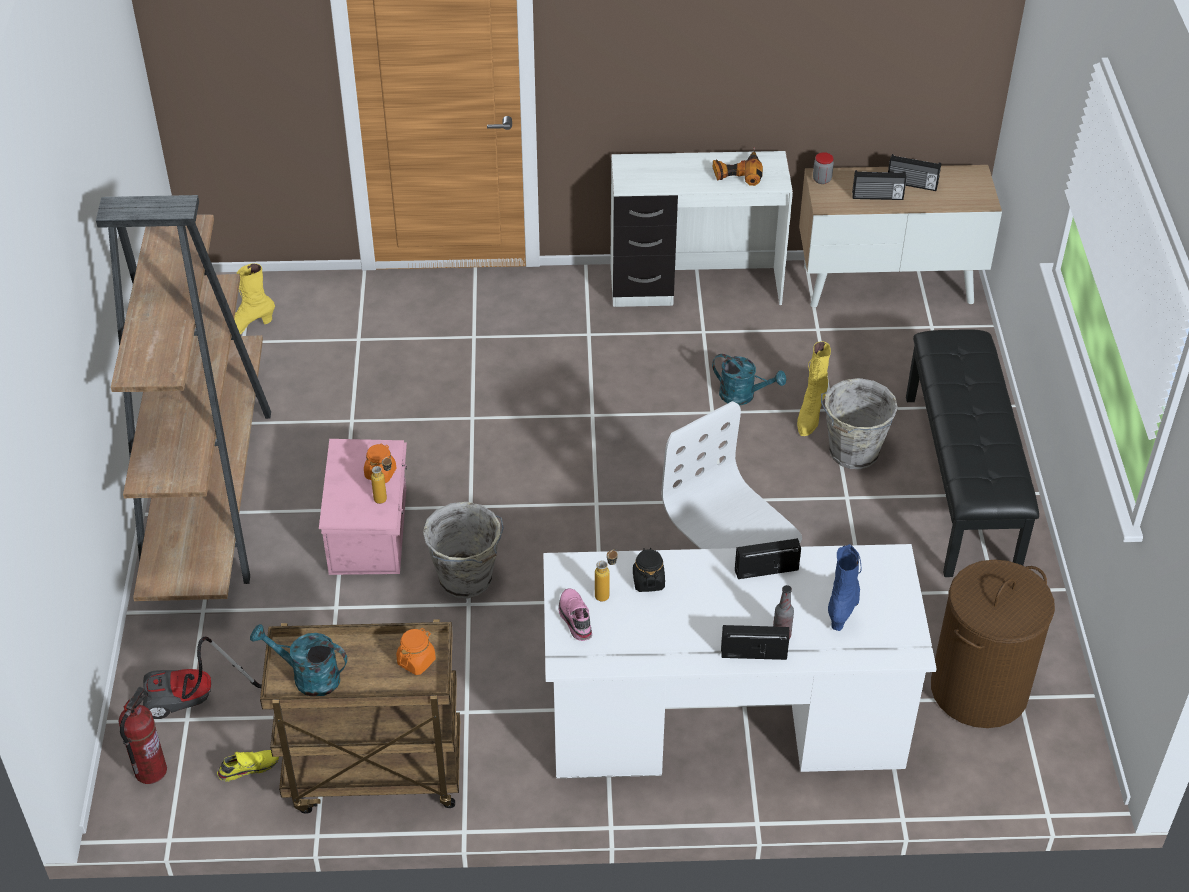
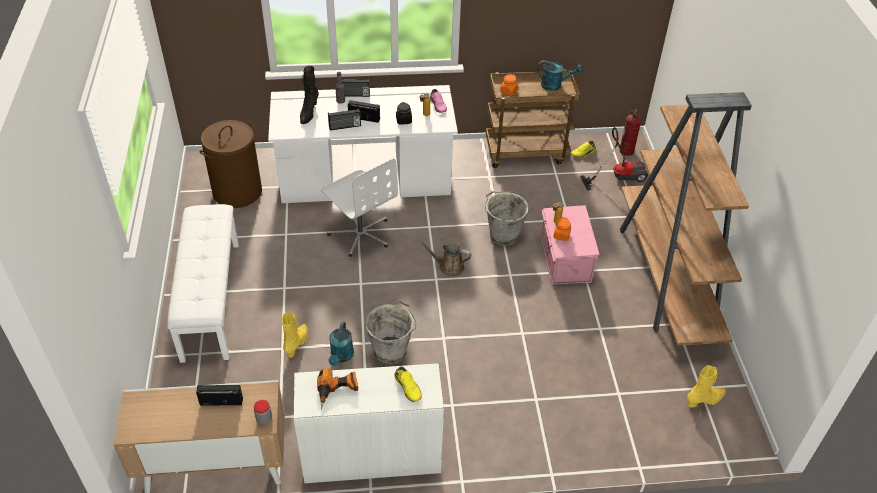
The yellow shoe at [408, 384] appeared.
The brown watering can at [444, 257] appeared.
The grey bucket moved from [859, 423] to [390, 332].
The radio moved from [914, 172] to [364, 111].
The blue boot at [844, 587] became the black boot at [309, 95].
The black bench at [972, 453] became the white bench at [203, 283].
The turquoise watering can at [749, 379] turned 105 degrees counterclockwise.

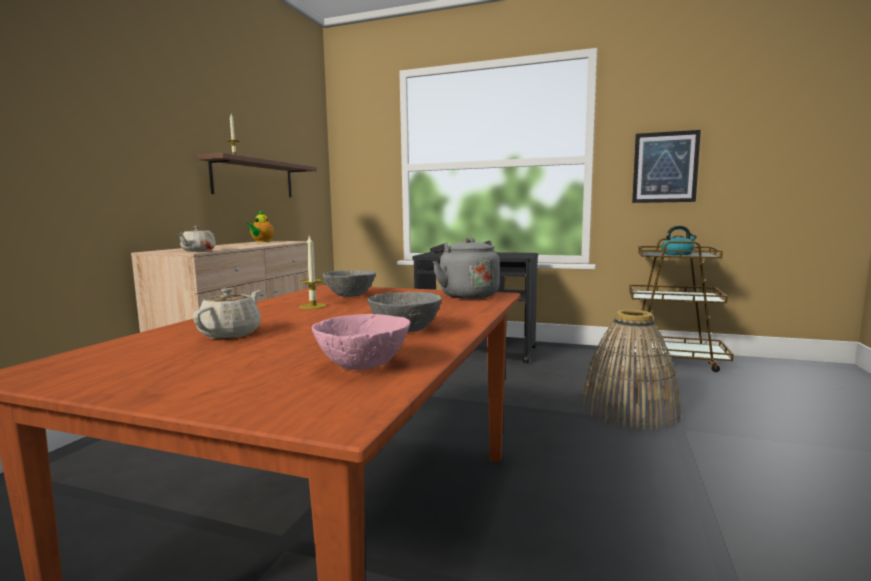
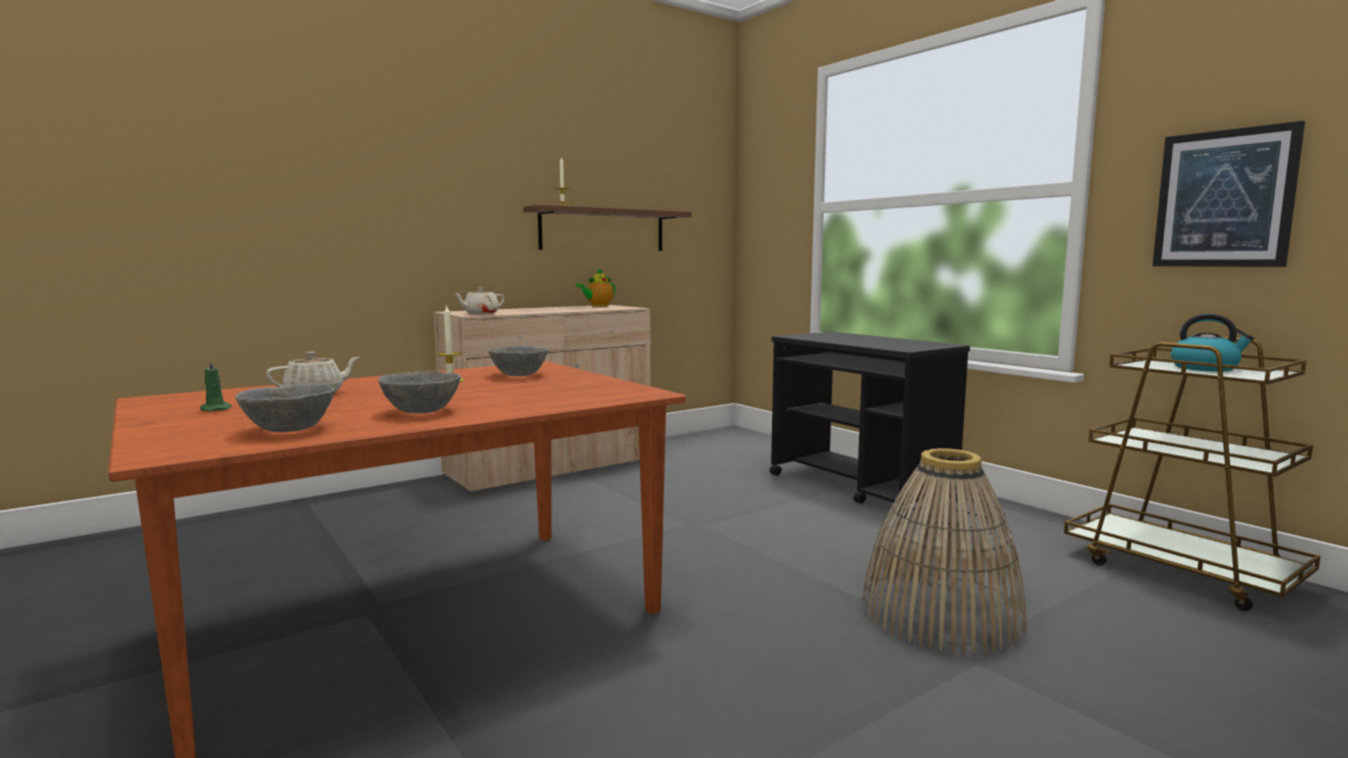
The grey kettle at [465, 268] disappeared.
The green candle at [216, 385] appeared.
The pink bowl at [361, 342] became the grey bowl at [285, 408].

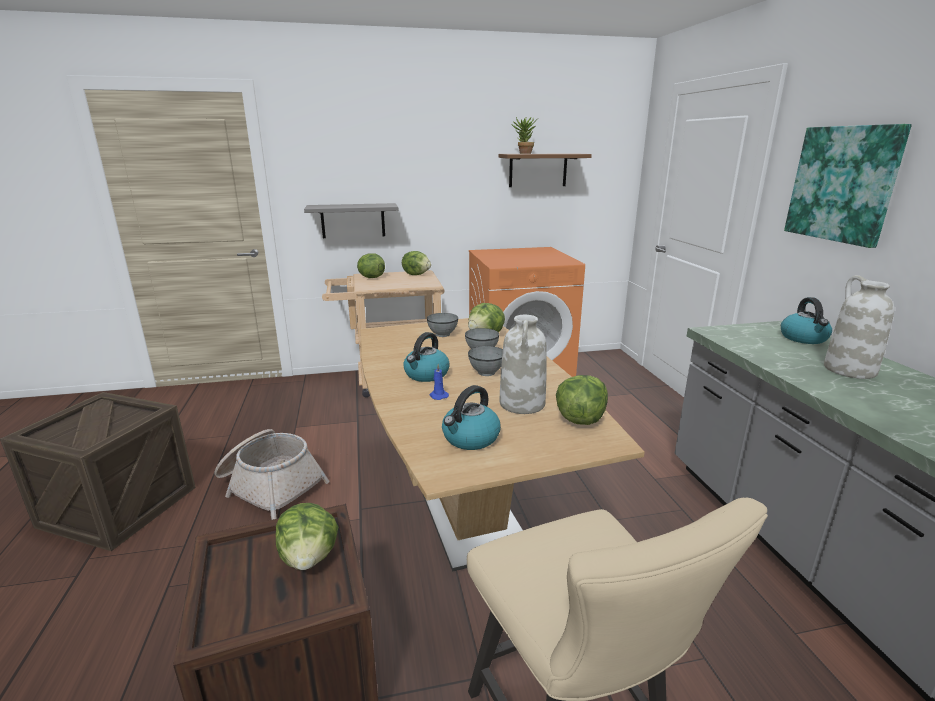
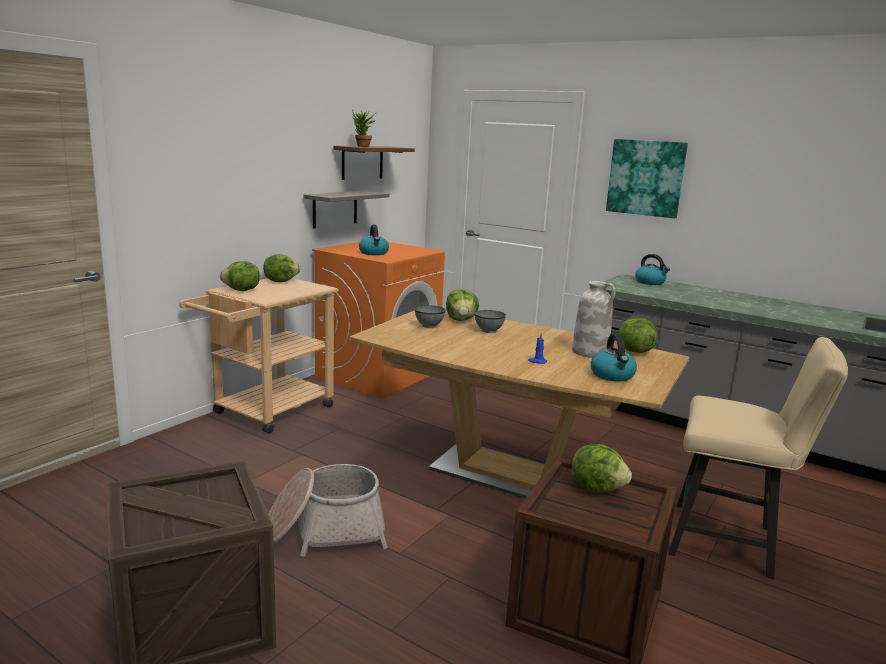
The grey bowl at [485, 361] disappeared.
The white vase at [859, 327] disappeared.
The grey shelf moved from [351, 220] to [346, 209].
The kettle moved from [426, 357] to [374, 240].

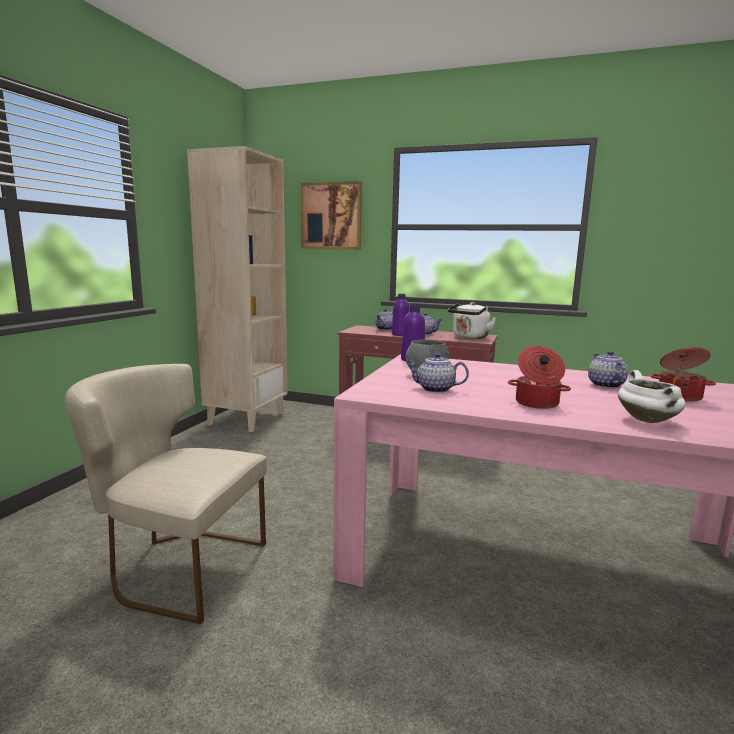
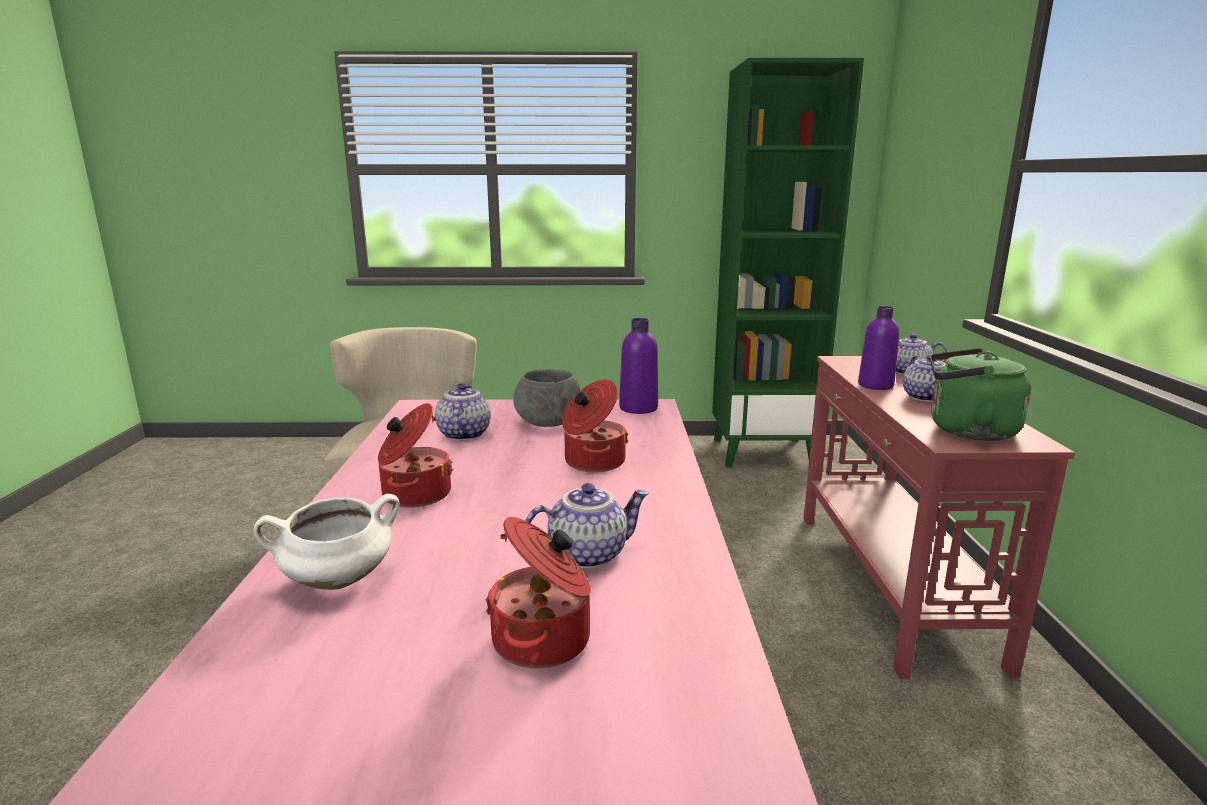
The picture at [331, 215] disappeared.
The cooking pot at [595, 426] appeared.
The beige bookcase at [237, 289] became the green bookcase at [788, 262].
The white kettle at [472, 320] became the green kettle at [980, 394].

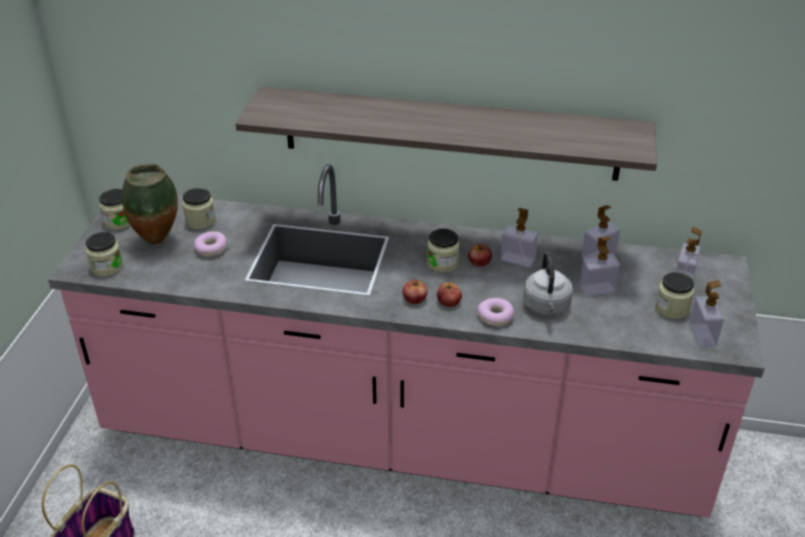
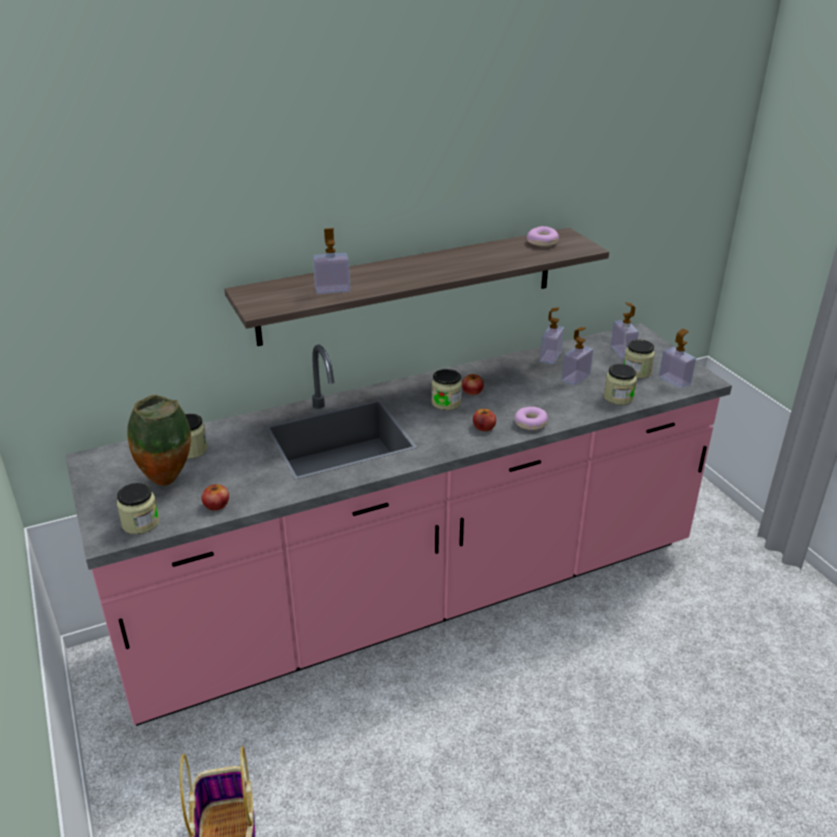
The grey kettle at [548, 284] disappeared.
The jar moved from [115, 209] to [620, 384].
The donut moved from [210, 244] to [543, 236].
The apple moved from [415, 292] to [215, 497].
The soap dispenser moved from [519, 238] to [331, 261].

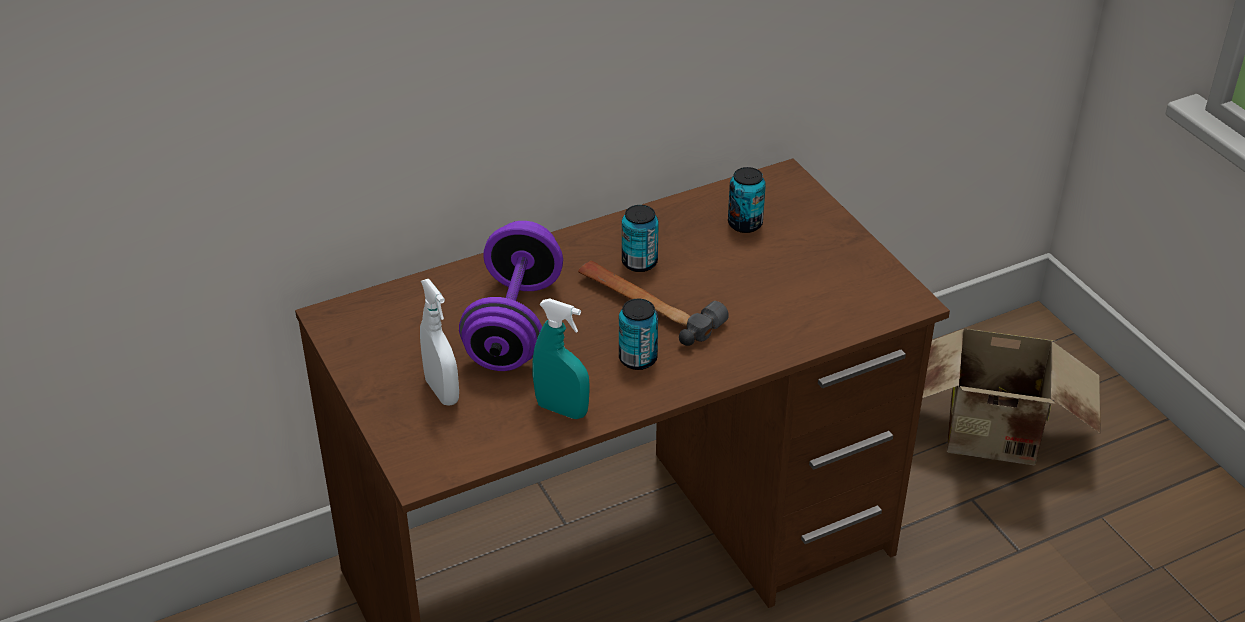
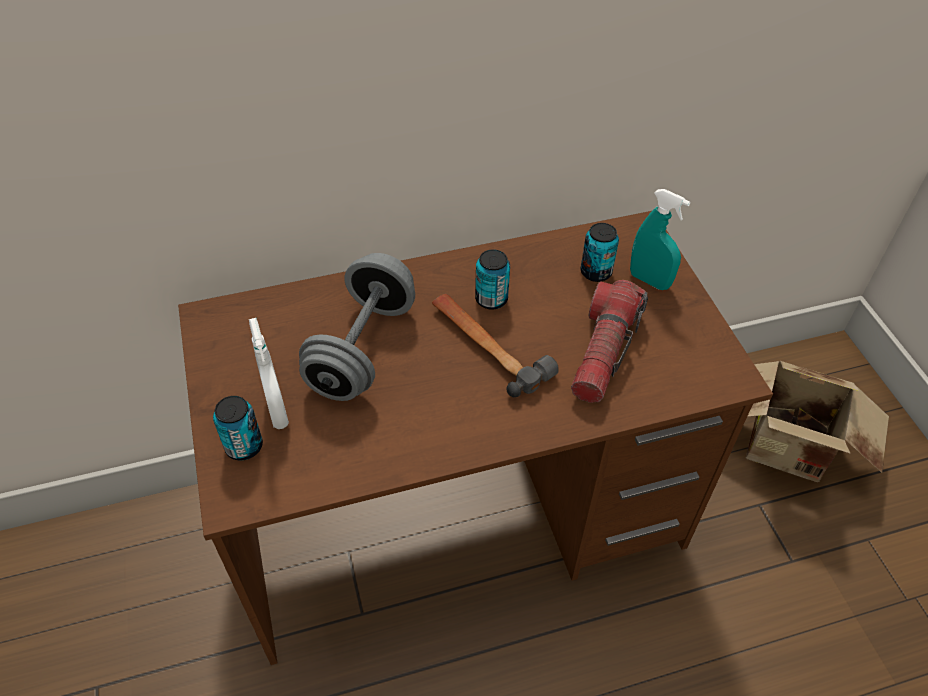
The flashlight at [609, 341] appeared.
The turquoise spray bottle moved from [561, 359] to [660, 239].
The can moved from [638, 334] to [238, 428].
The purple dumbbell at [511, 296] became the grey dumbbell at [357, 327].

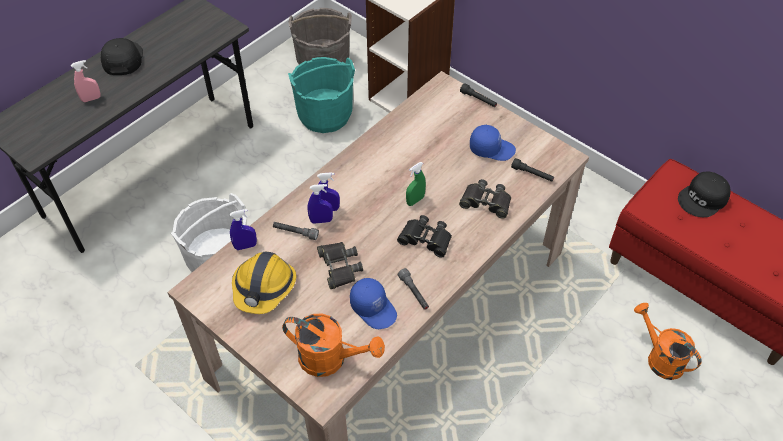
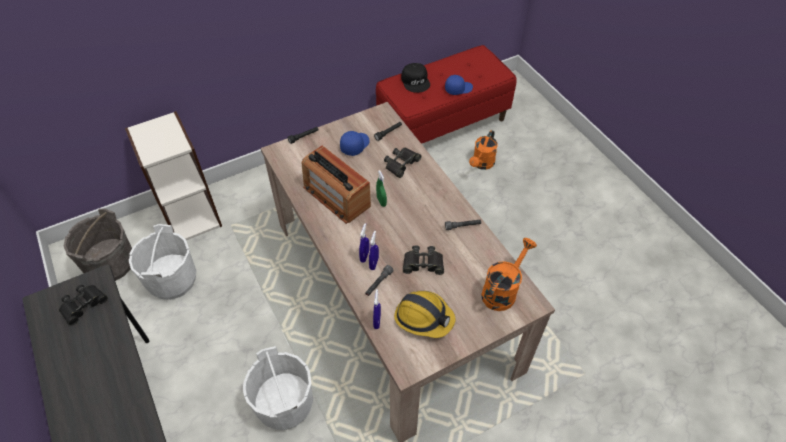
The pink spray bottle at [86, 81] disappeared.
The black cap at [122, 56] disappeared.
The radio at [336, 184] appeared.
The blue cap moved from [373, 303] to [459, 85].
The black binoculars moved from [424, 236] to [83, 305].
The turquoise bucket at [321, 95] became the white bucket at [162, 262].
The orange watering can at [668, 341] turned 45 degrees counterclockwise.

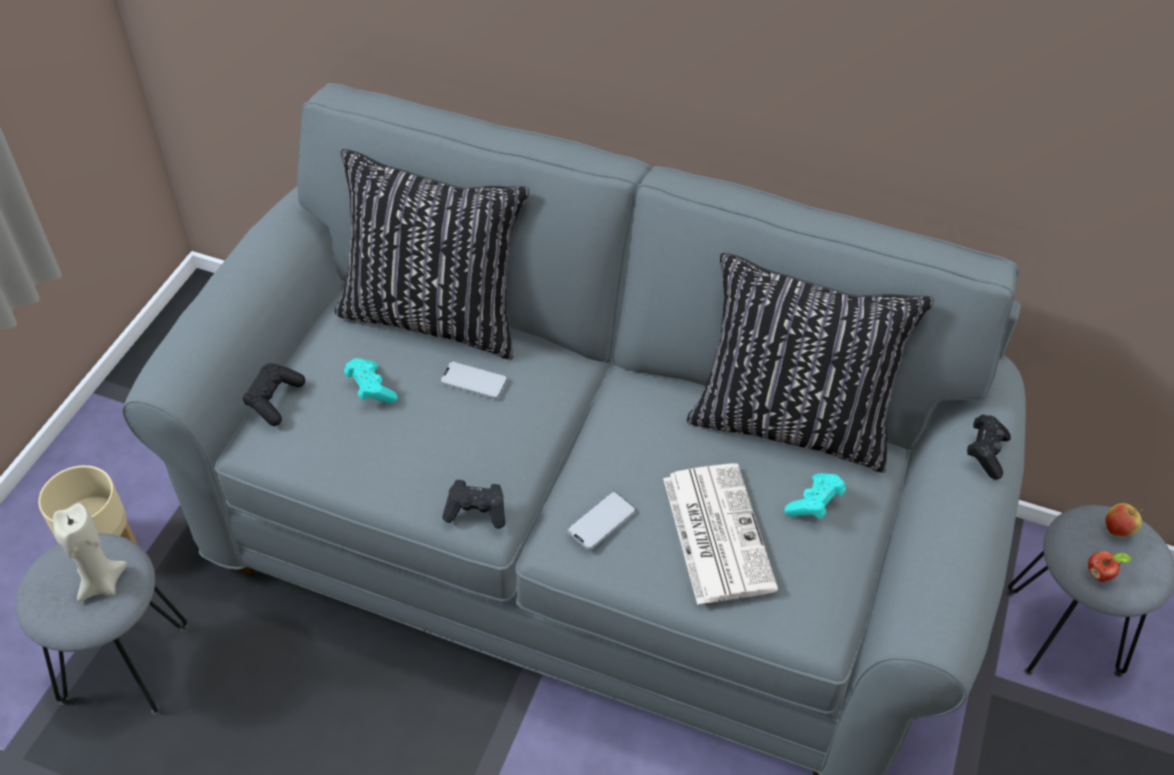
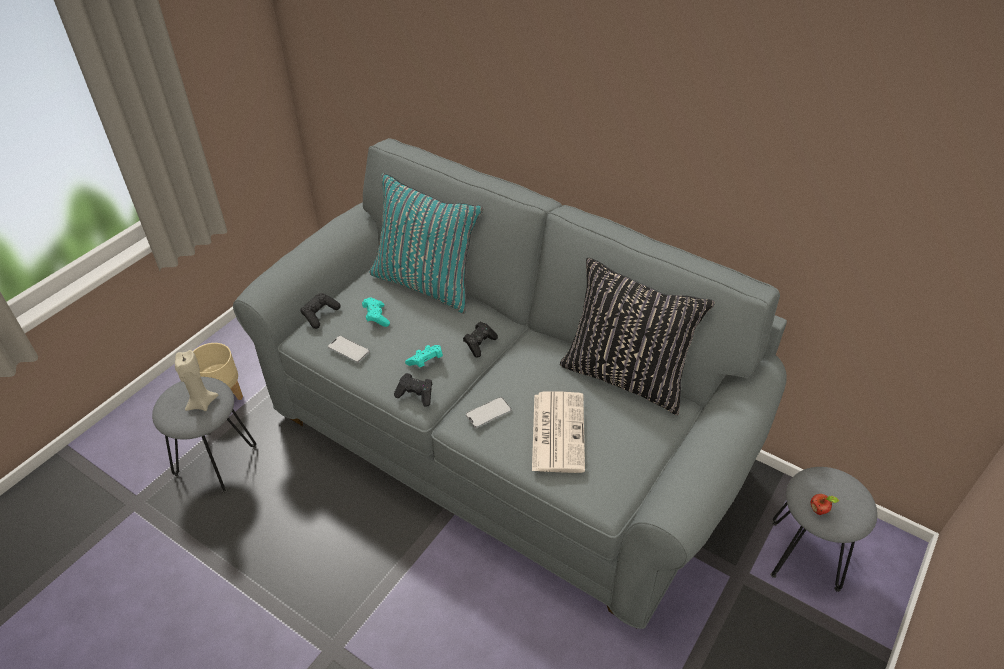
The apple at [1124, 520] disappeared.
The phone moved from [474, 380] to [349, 349].
The turquoise game controller moved from [815, 496] to [424, 356].
The black game controller moved from [989, 447] to [480, 340].
The black pillow at [432, 254] became the turquoise pillow at [426, 243].

